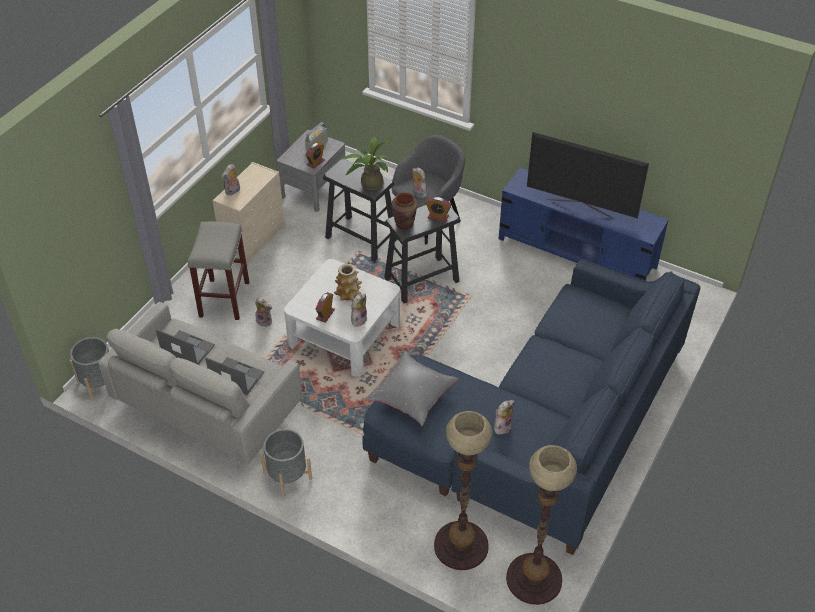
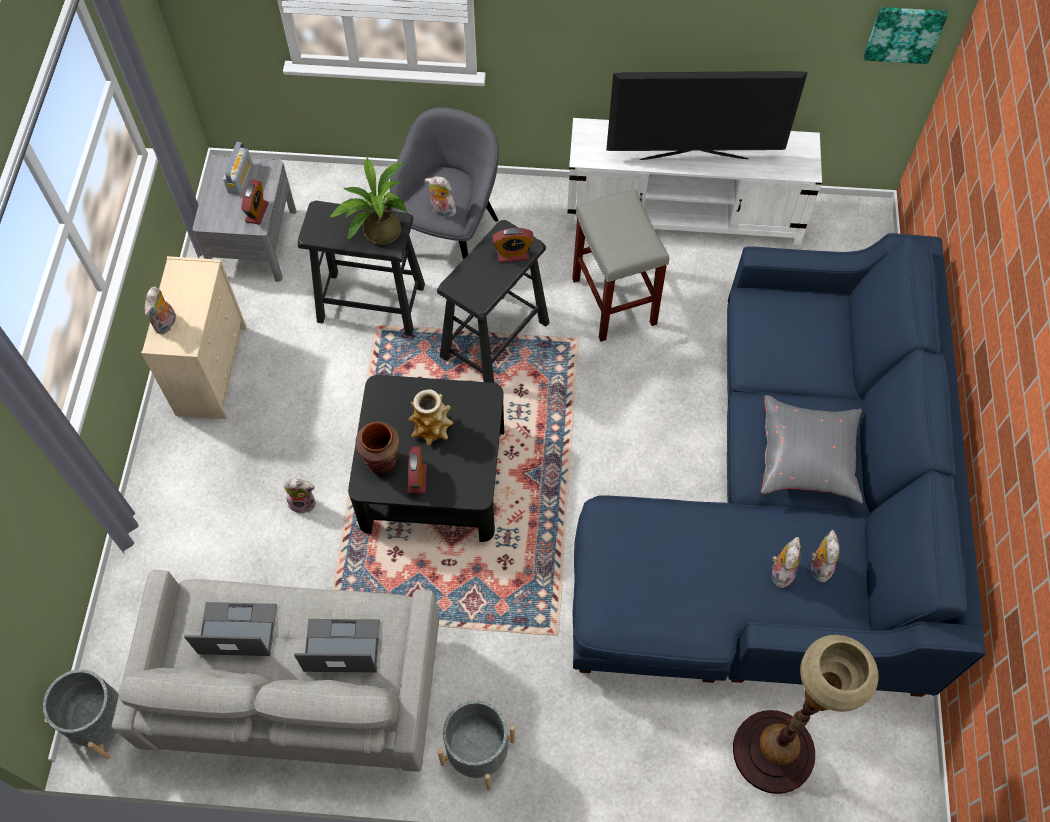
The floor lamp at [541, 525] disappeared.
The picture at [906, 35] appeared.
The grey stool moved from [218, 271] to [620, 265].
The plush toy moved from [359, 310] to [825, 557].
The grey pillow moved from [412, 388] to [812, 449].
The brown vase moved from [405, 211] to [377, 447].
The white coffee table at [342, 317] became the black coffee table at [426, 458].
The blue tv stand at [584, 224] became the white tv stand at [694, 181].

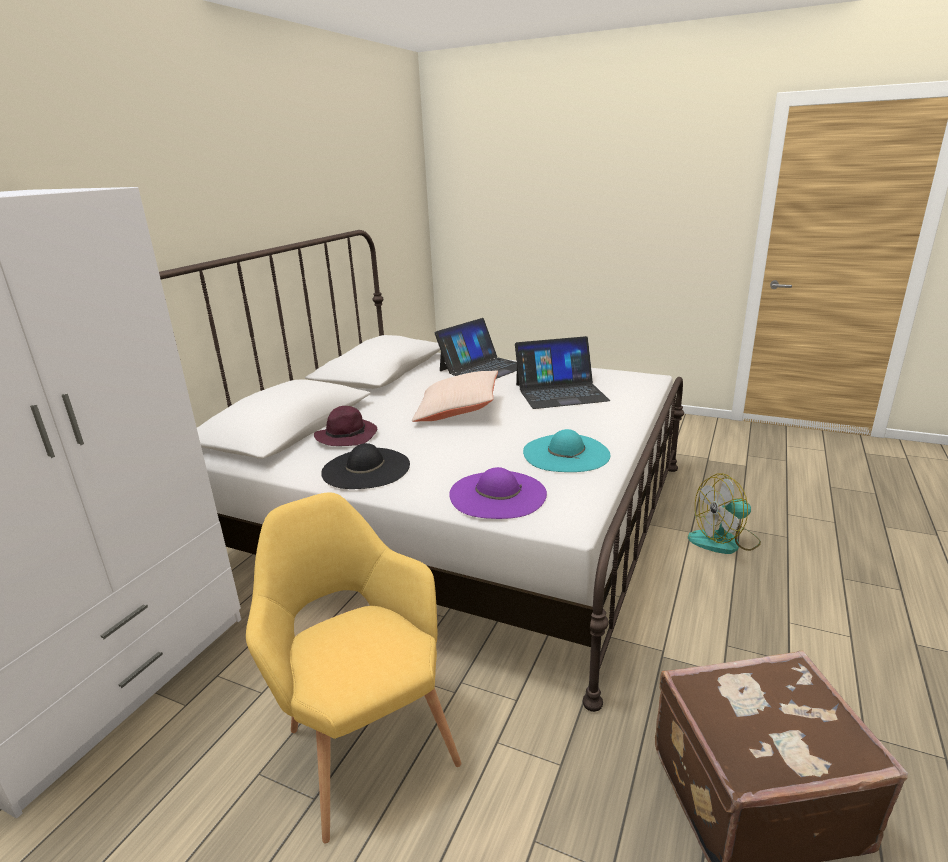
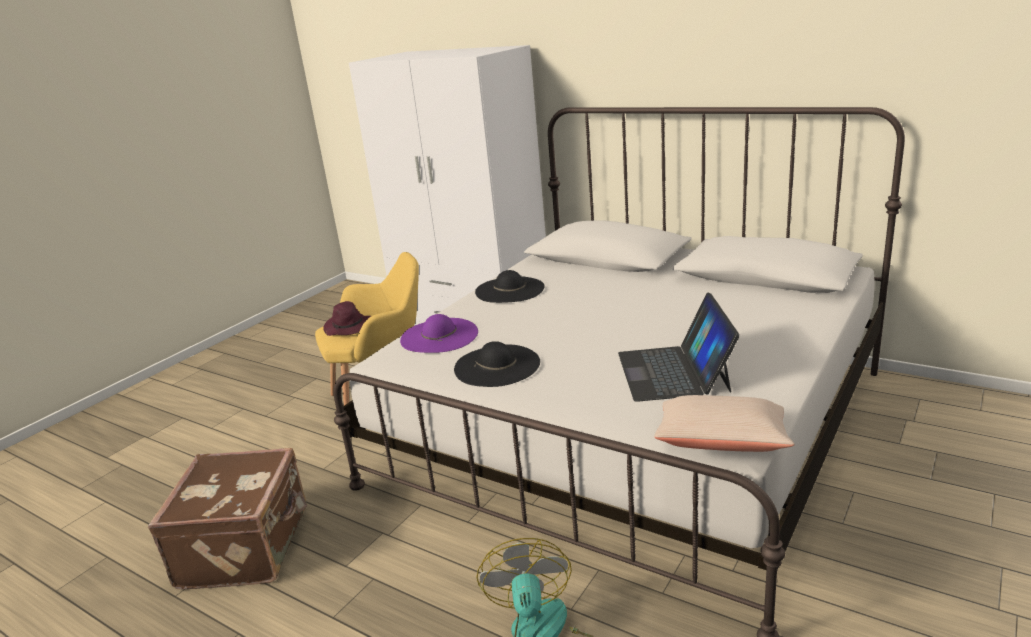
The laptop at [476, 348] disappeared.
The purple hat moved from [345, 426] to [347, 318].
The beige pillow moved from [455, 396] to [725, 423].
The turquoise hat at [566, 450] became the black hat at [497, 364].

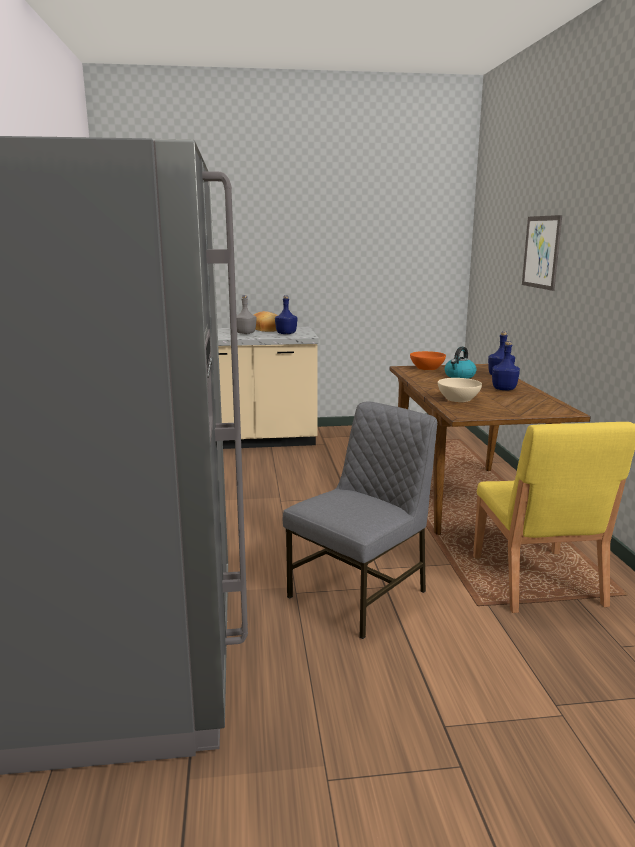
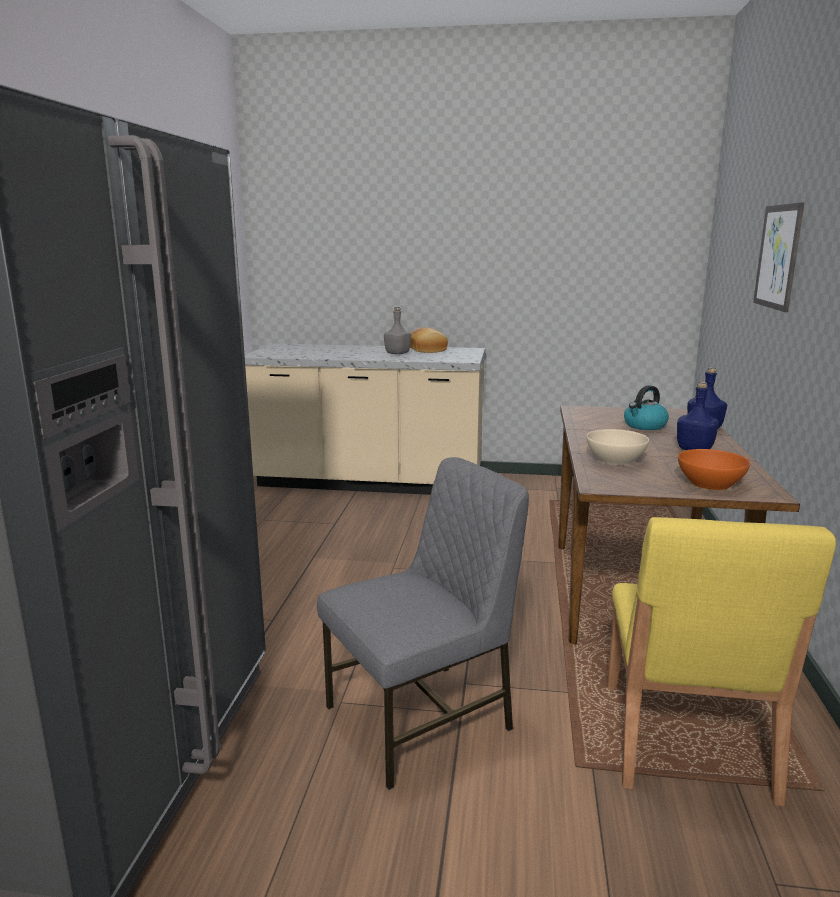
The blue bottle at [286, 314] disappeared.
The orange bowl moved from [428, 360] to [714, 469].

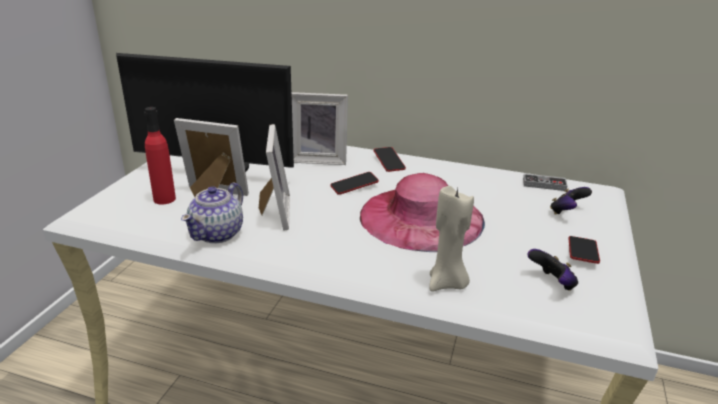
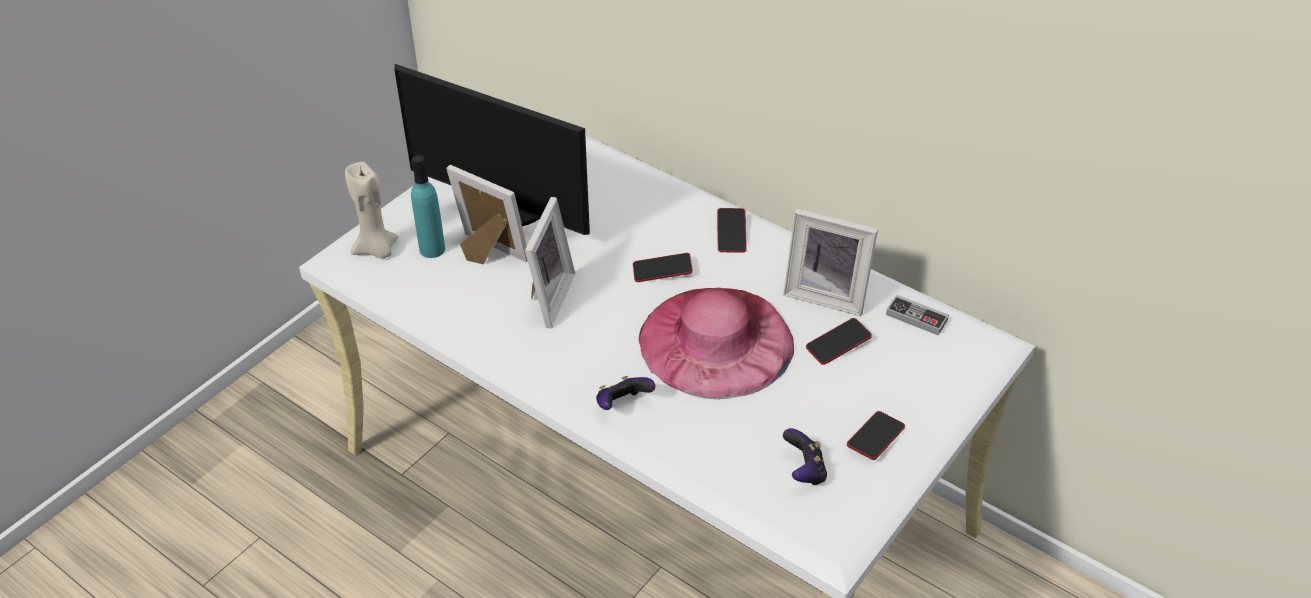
The teapot at [212, 212] disappeared.
The phone at [839, 341] appeared.
The picture frame moved from [319, 128] to [830, 262].
The beige candle moved from [451, 238] to [371, 210].
The game controller moved from [571, 201] to [625, 393].
The red bottle at [160, 155] became the turquoise bottle at [428, 206].

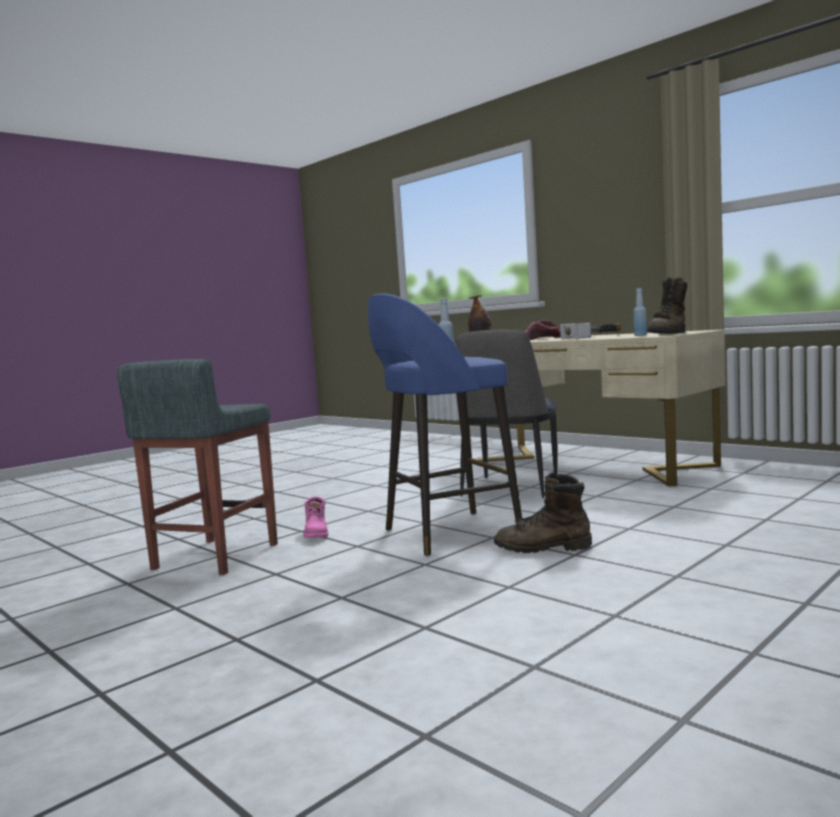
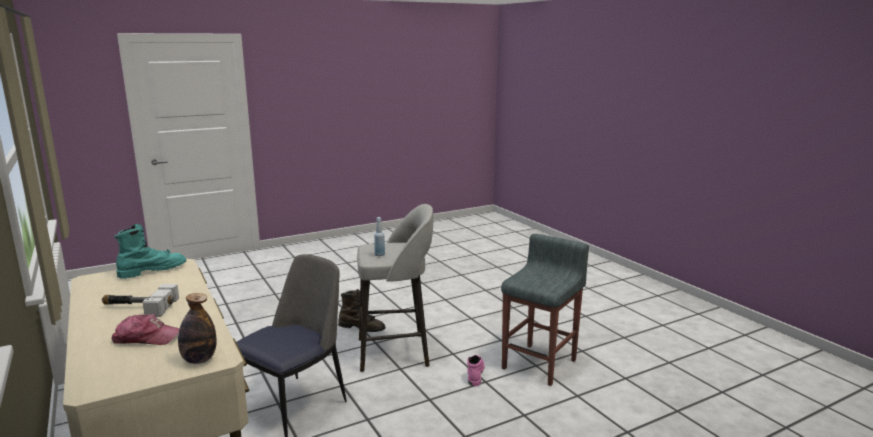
The blue bottle at [640, 312] disappeared.
The blue stool at [445, 424] became the grey stool at [395, 288].
The brown boot at [667, 305] became the turquoise boot at [150, 251].

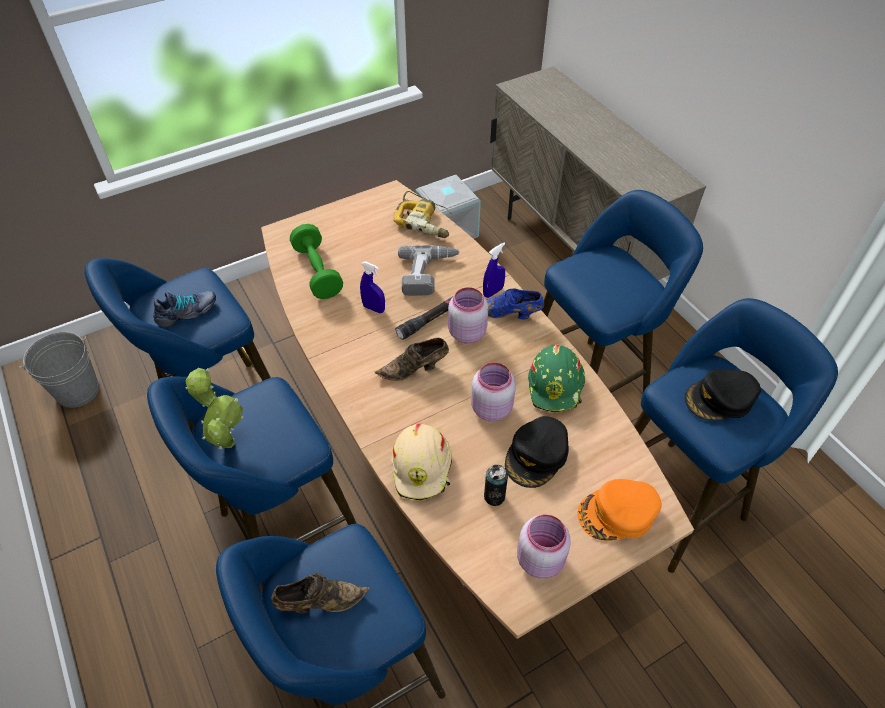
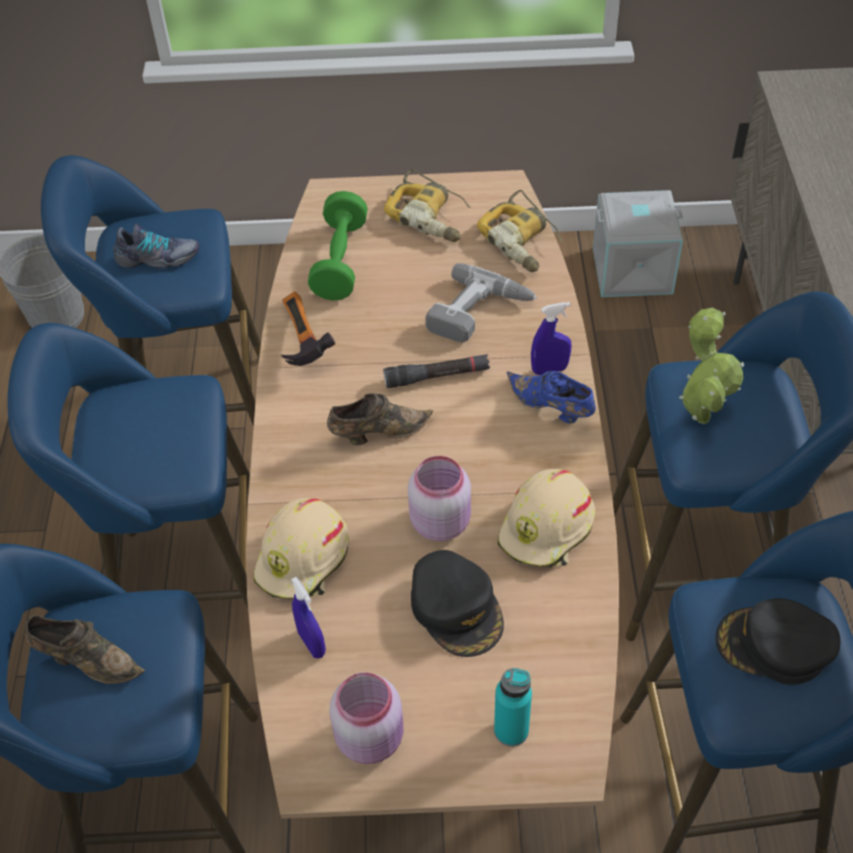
The pink jar at [468, 315] disappeared.
The can at [496, 485] disappeared.
The hammer at [308, 329] appeared.
The power drill at [427, 205] appeared.
The potted plant moved from [214, 408] to [711, 366].
The blue spray bottle moved from [372, 287] to [308, 618].
The orange cap at [620, 510] was replaced by the turquoise bottle at [513, 707].
The green hard hat at [556, 379] became the beige hard hat at [546, 518].
The brown shoe at [412, 359] turned 150 degrees clockwise.
The black cap at [537, 452] turned 90 degrees counterclockwise.

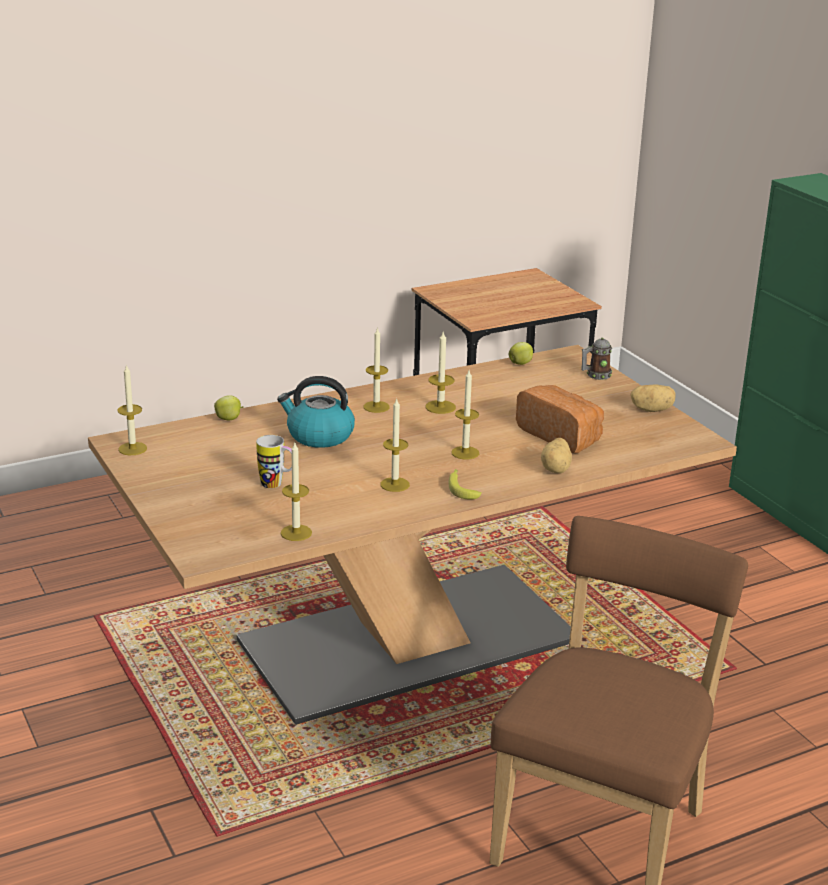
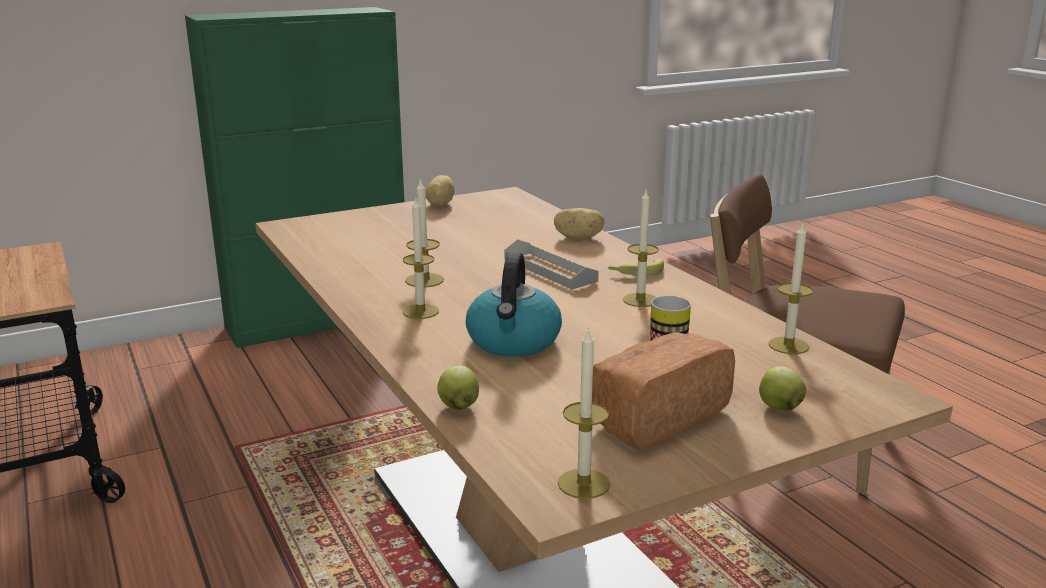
The mug at [596, 359] disappeared.
The apple moved from [521, 353] to [782, 388].
The bread moved from [560, 419] to [663, 390].
The candle at [465, 414] was replaced by the grey tray at [552, 264].

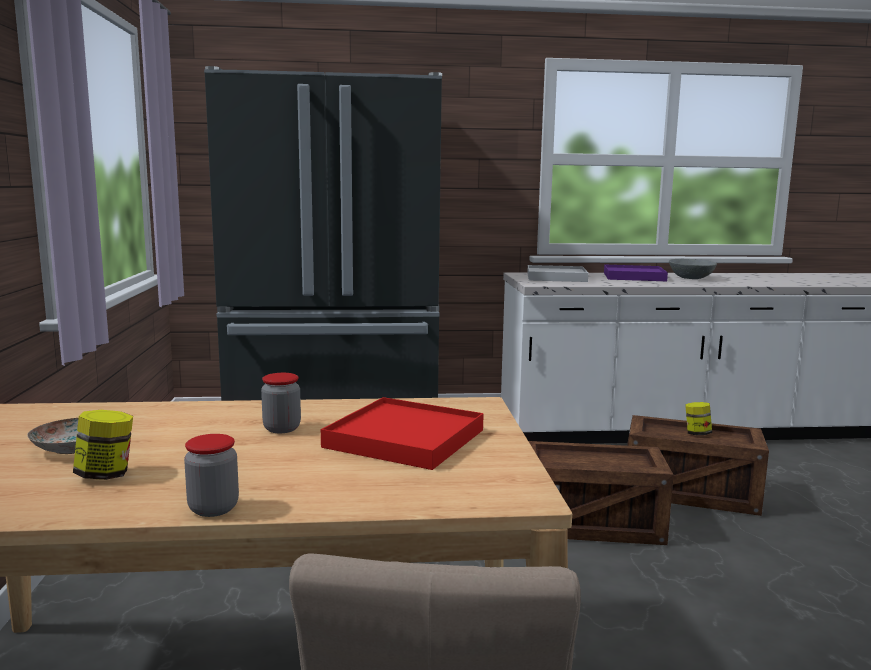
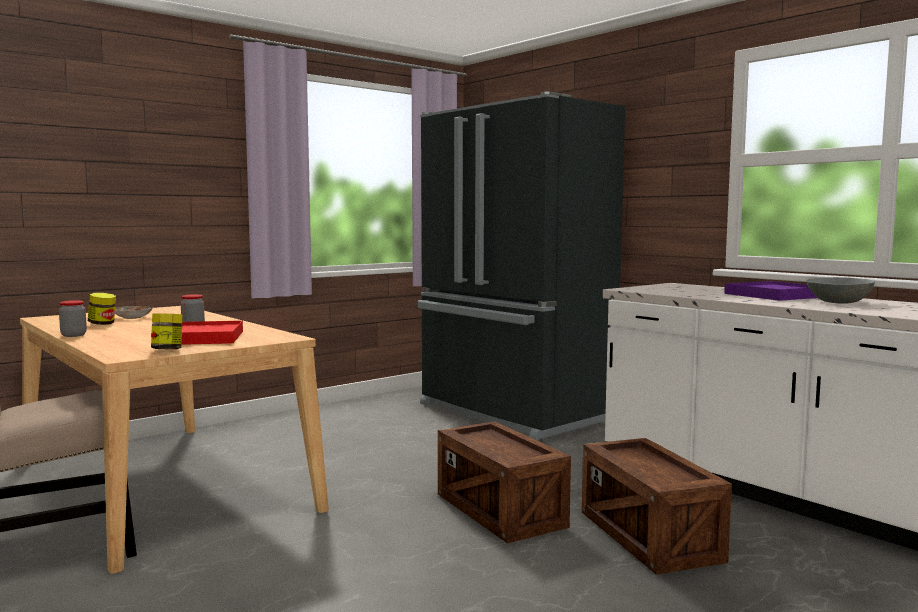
The white tray at [557, 273] disappeared.
The jar moved from [698, 418] to [167, 331].

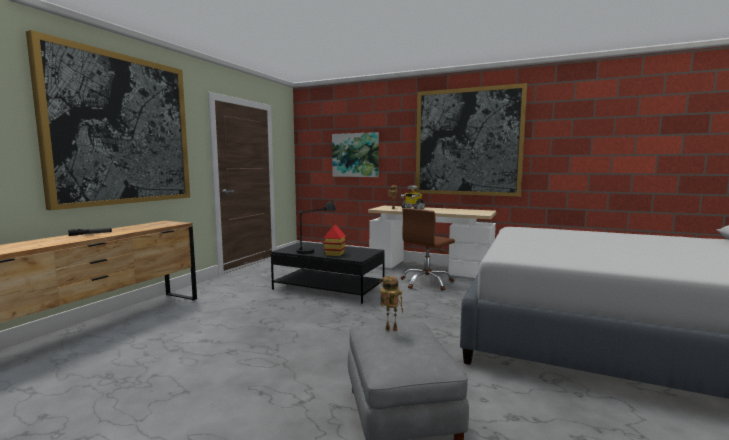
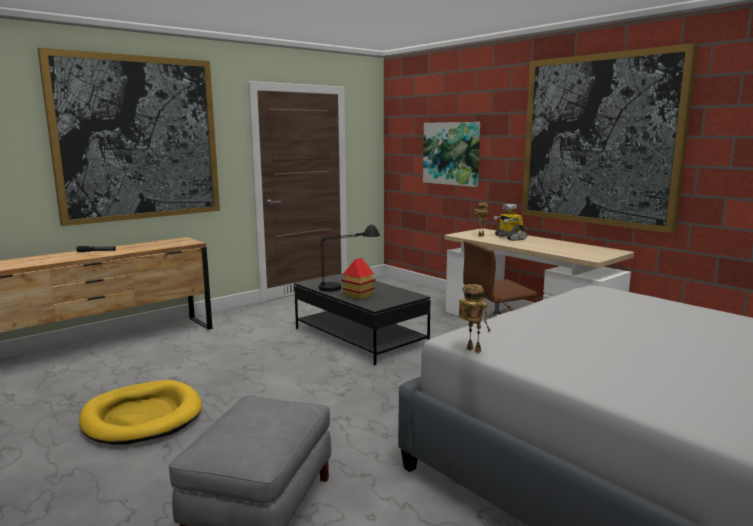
The yellow dog bed at [140, 412] appeared.
The toy robot moved from [391, 304] to [474, 318].

